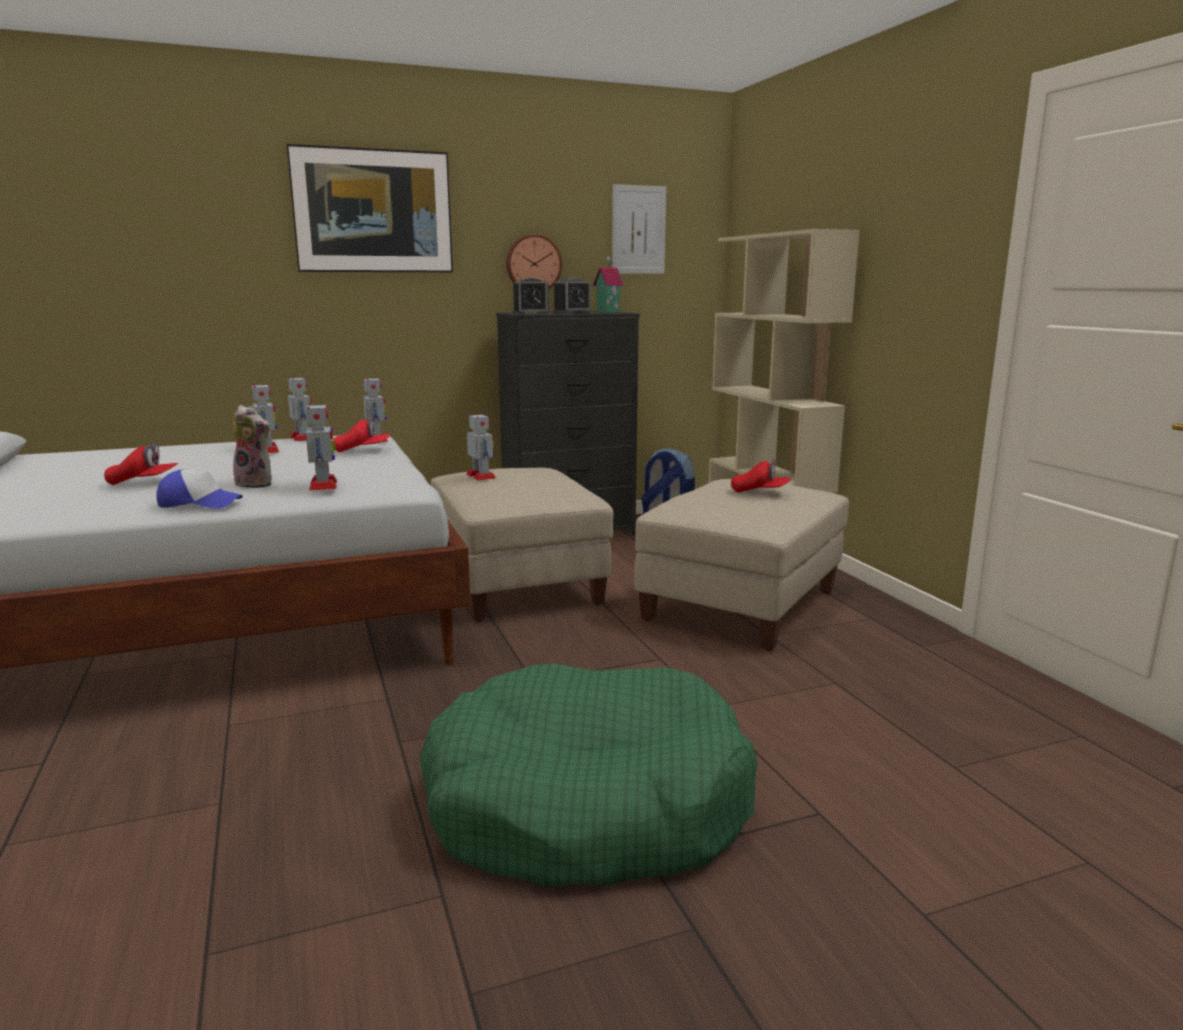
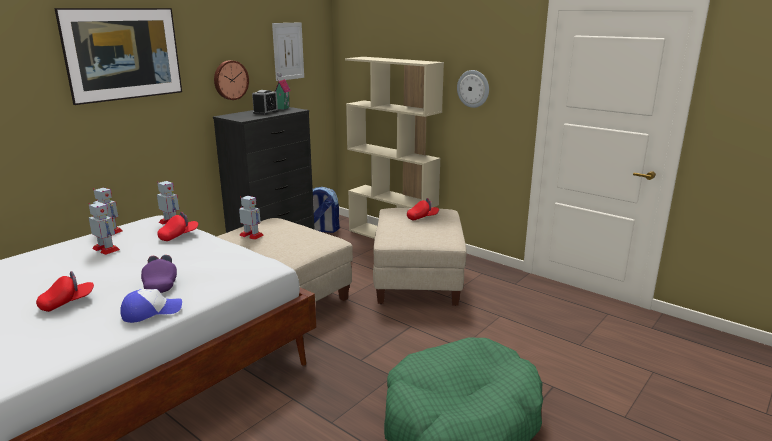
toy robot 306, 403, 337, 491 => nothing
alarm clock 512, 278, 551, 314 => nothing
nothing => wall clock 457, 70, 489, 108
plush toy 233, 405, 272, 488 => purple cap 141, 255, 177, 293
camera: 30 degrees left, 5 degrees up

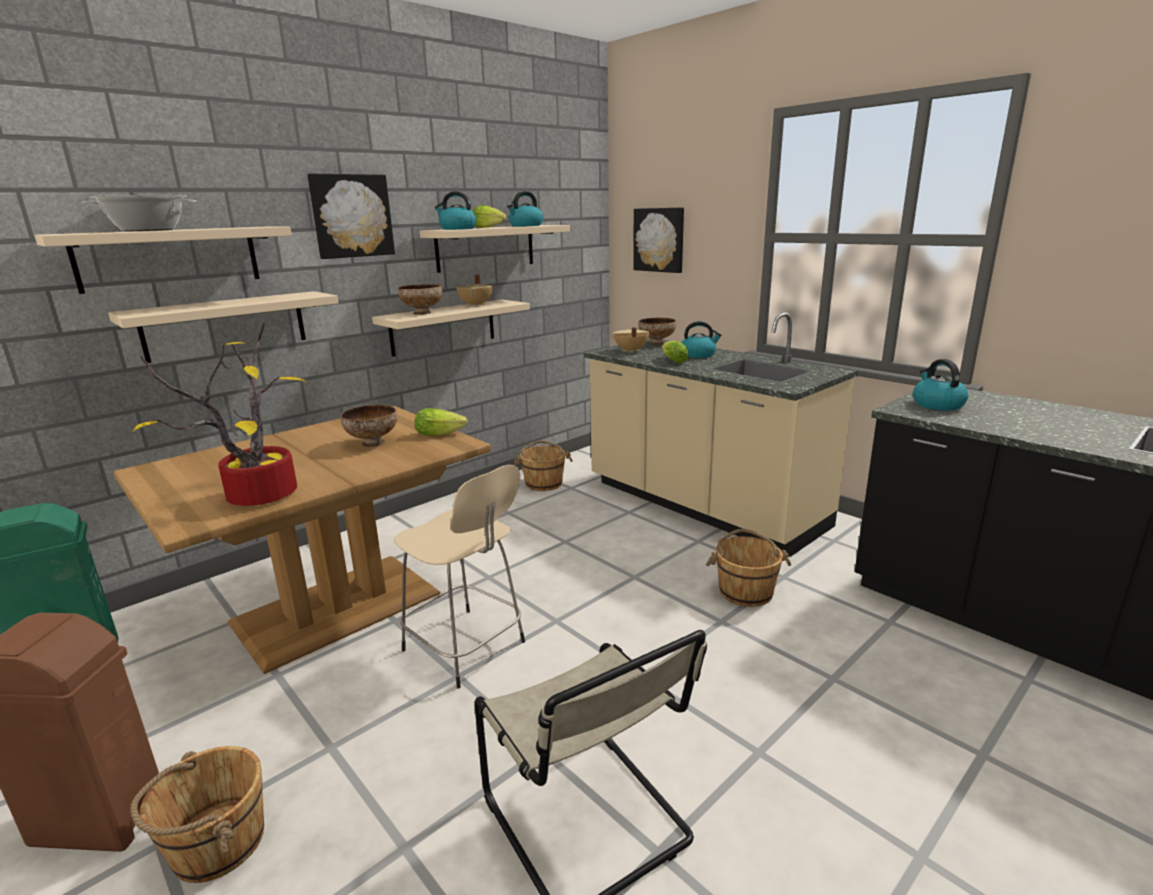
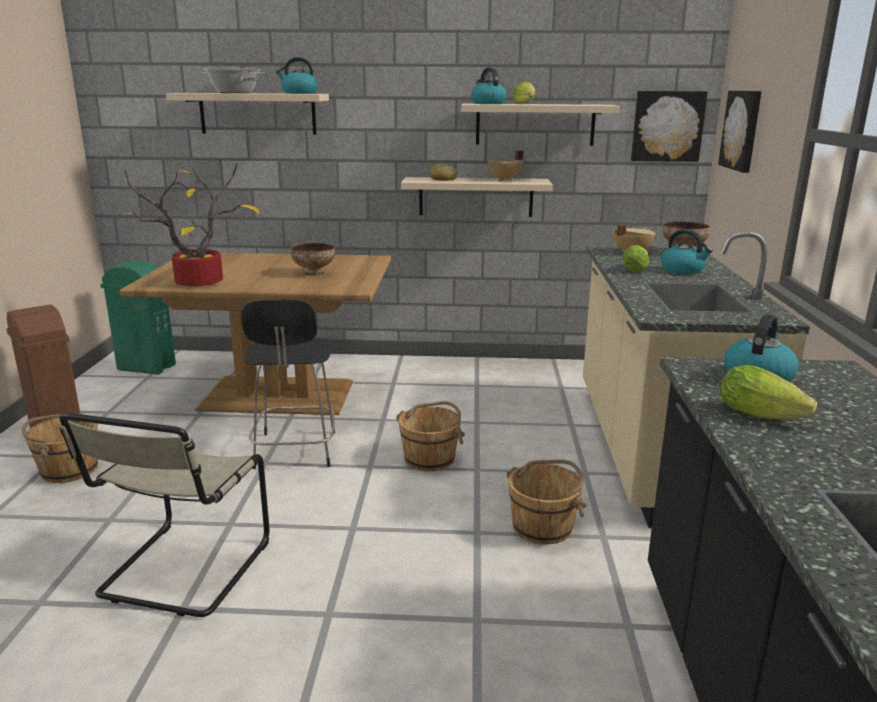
beige shelf 108, 291, 339, 363 => nothing
picture 307, 174, 395, 259 => picture 631, 91, 708, 162, relocated
lettuce 415, 408, 467, 436 => lettuce 720, 365, 817, 419, relocated
kettle 507, 191, 543, 227 => kettle 276, 57, 318, 94, relocated
brown bucket 514, 440, 573, 491 => brown bucket 396, 401, 465, 471, relocated
bowl 398, 284, 442, 315 => bread 430, 163, 457, 181
beige stool 394, 465, 525, 688 => black stool 241, 300, 335, 469
camera: 45 degrees right, 0 degrees up

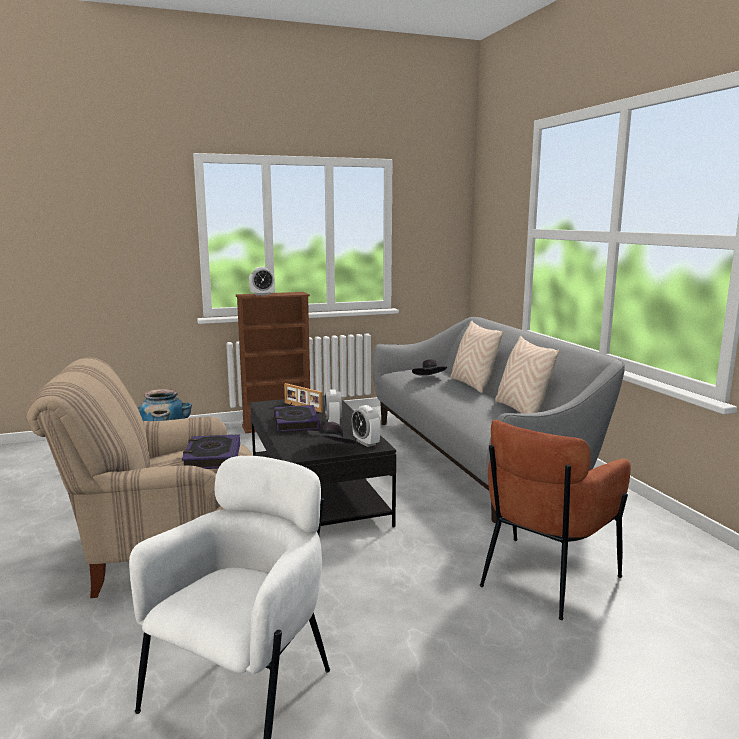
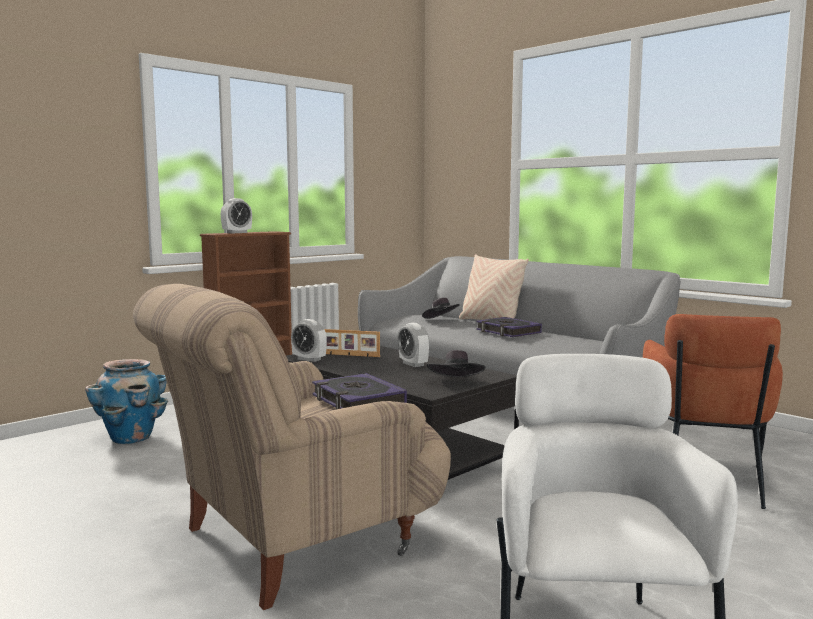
beige pillow 495, 336, 560, 413 => nothing
book 274, 405, 320, 432 => book 476, 317, 542, 337, relocated
alarm clock 352, 405, 381, 447 => alarm clock 291, 319, 327, 362, relocated
camera: 25 degrees left, 5 degrees down

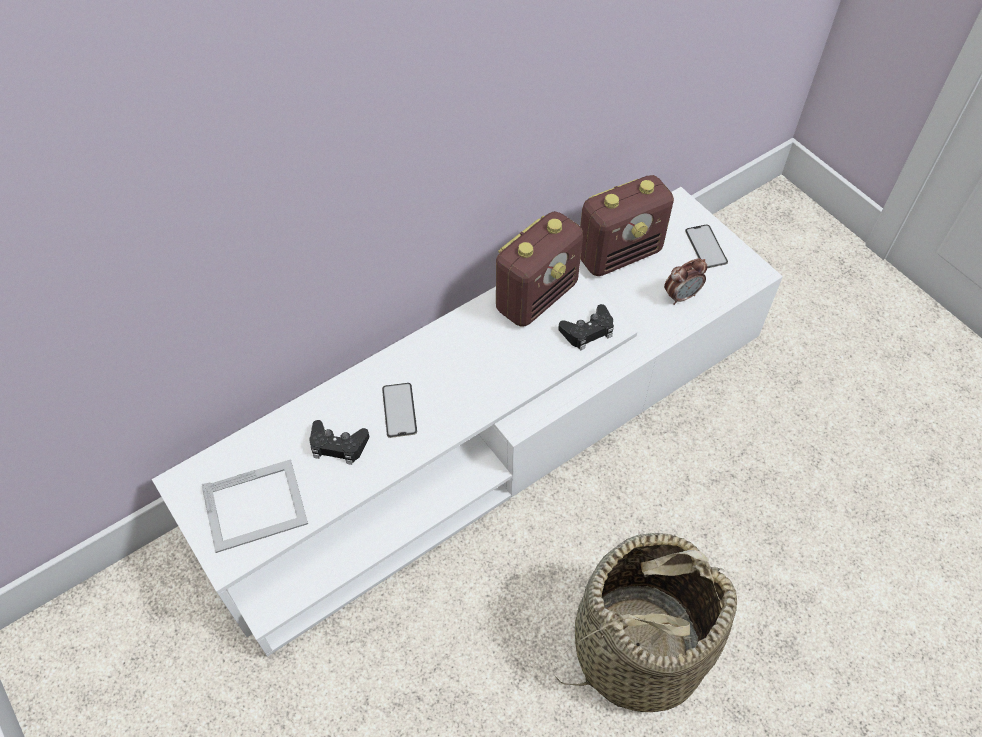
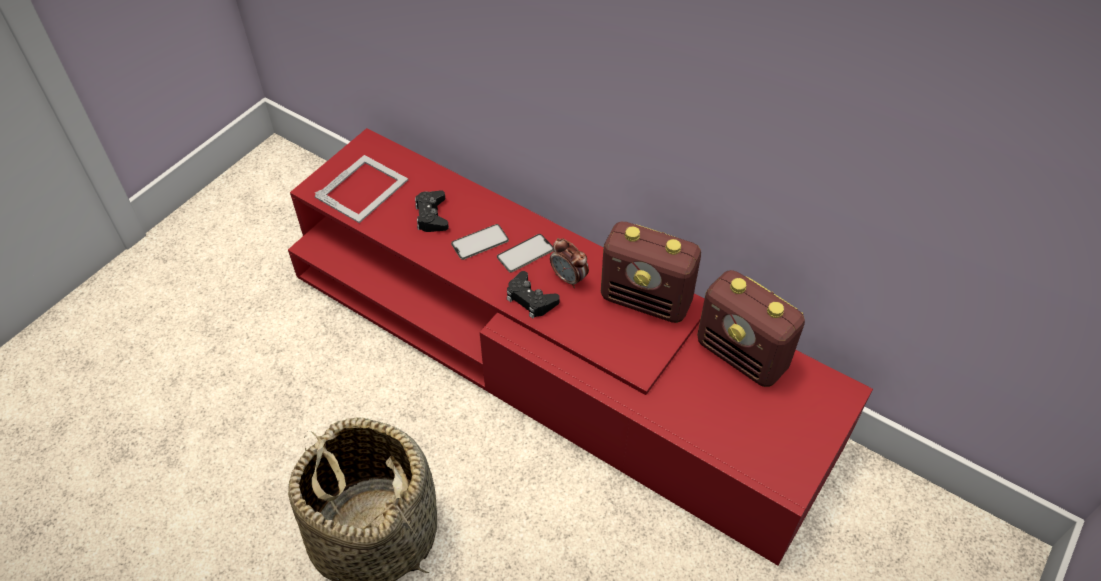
black game controller 558, 304, 614, 350 => black game controller 507, 271, 560, 319, relocated
alarm clock 664, 258, 708, 305 => alarm clock 550, 238, 589, 288, relocated
phone 685, 224, 728, 268 => phone 497, 234, 554, 273, relocated
white tv stand 152, 187, 783, 657 => red tv stand 288, 128, 873, 565
picture frame 202, 459, 308, 553 => picture frame 315, 155, 408, 223, 105 degrees counterclockwise
camera: 70 degrees right, 5 degrees down

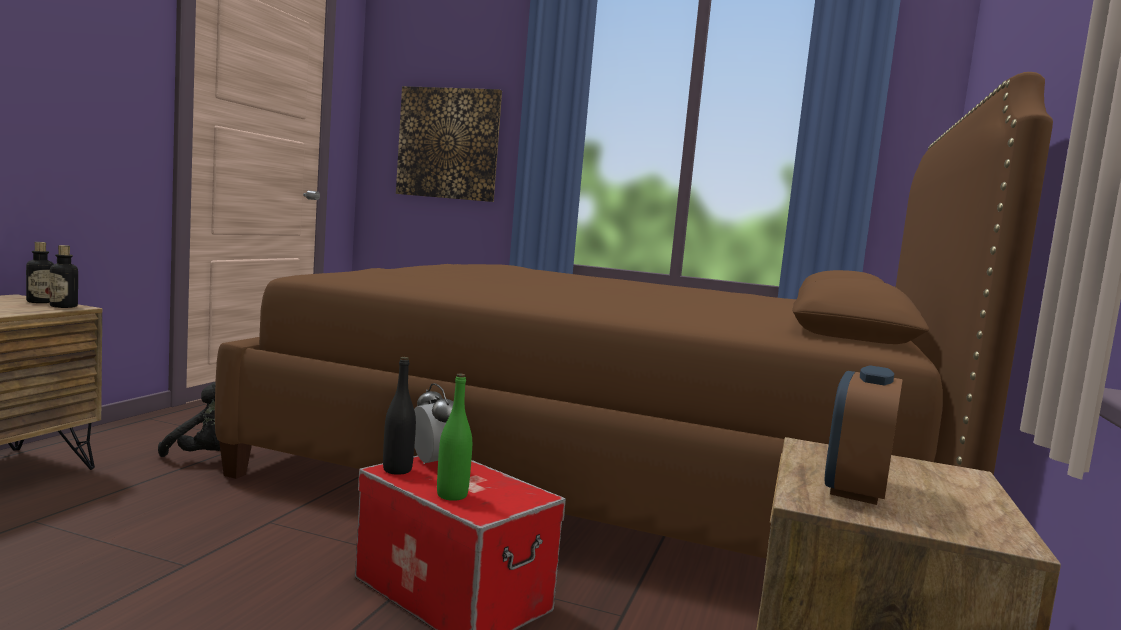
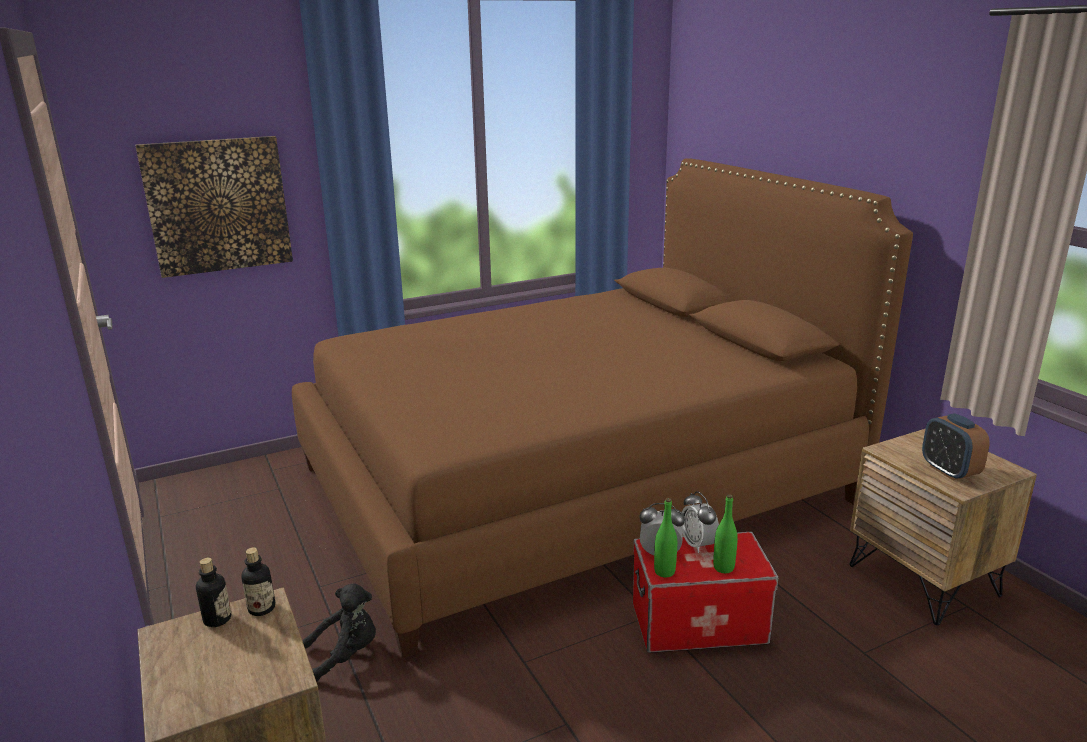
nothing => alarm clock 682, 491, 719, 553
black bottle 383, 357, 416, 475 => green bottle 654, 498, 677, 577
camera: 45 degrees left, 15 degrees up

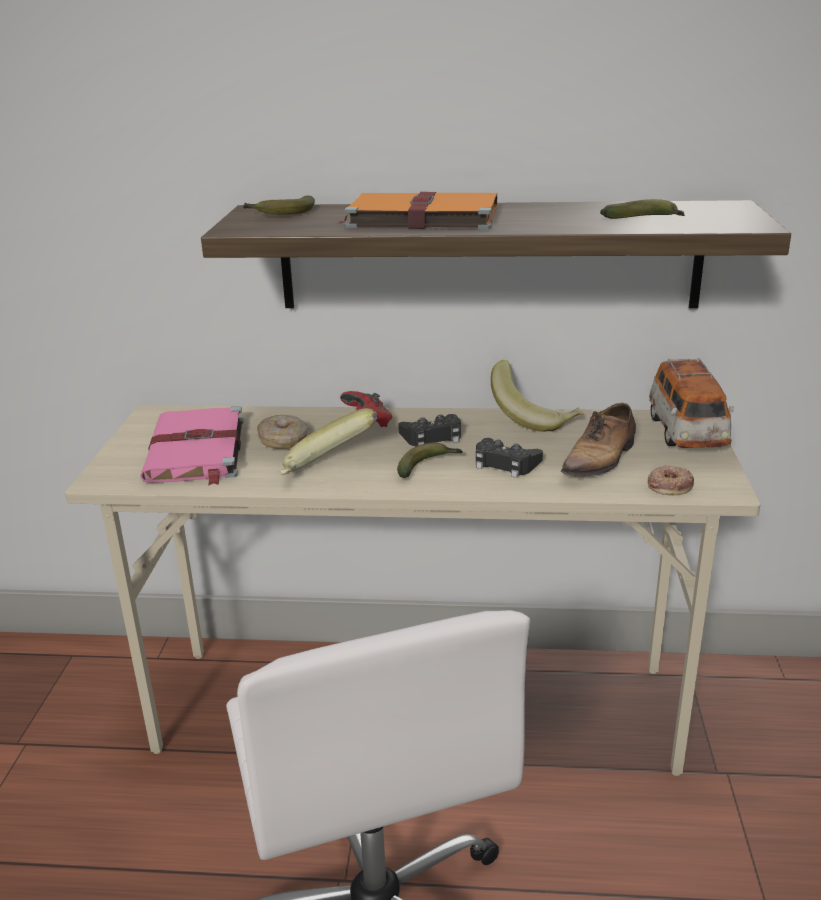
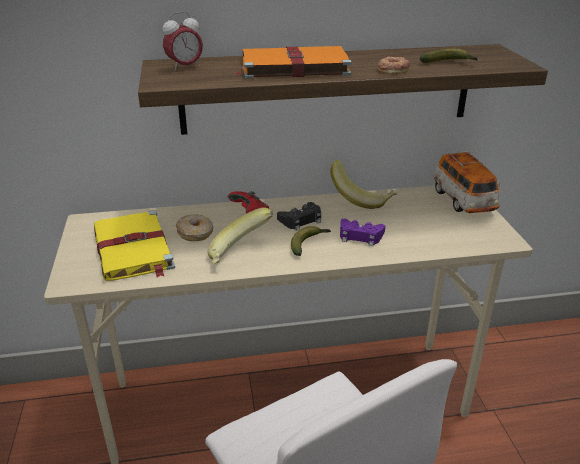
shoe 561, 403, 636, 477 => nothing
donut 648, 465, 694, 495 => donut 378, 56, 410, 74, relocated
banana 243, 196, 315, 214 => alarm clock 162, 12, 203, 71
pink book 140, 406, 244, 486 => yellow book 94, 210, 175, 281
black game controller 476, 438, 543, 478 => purple game controller 340, 219, 385, 246
camera: 15 degrees left, 5 degrees up

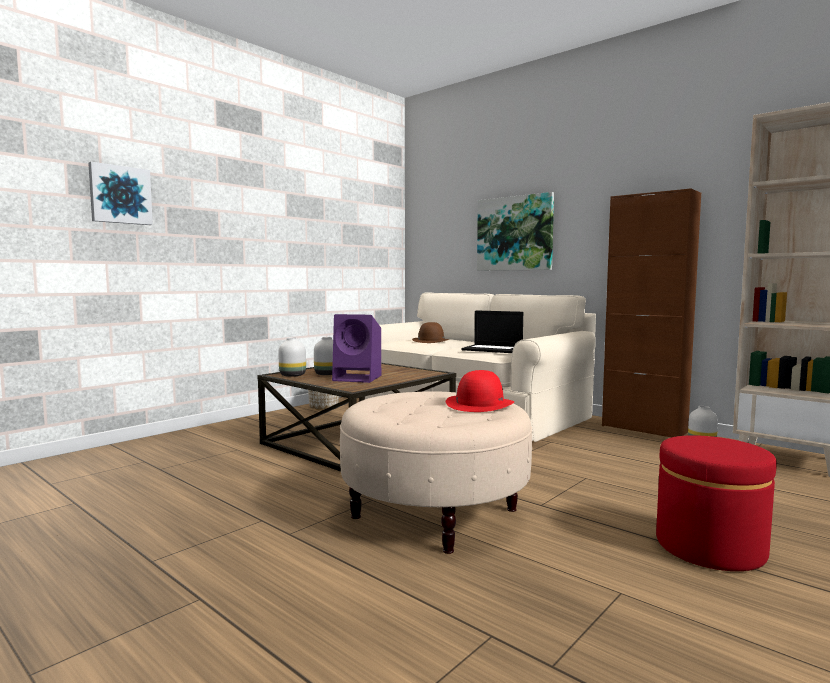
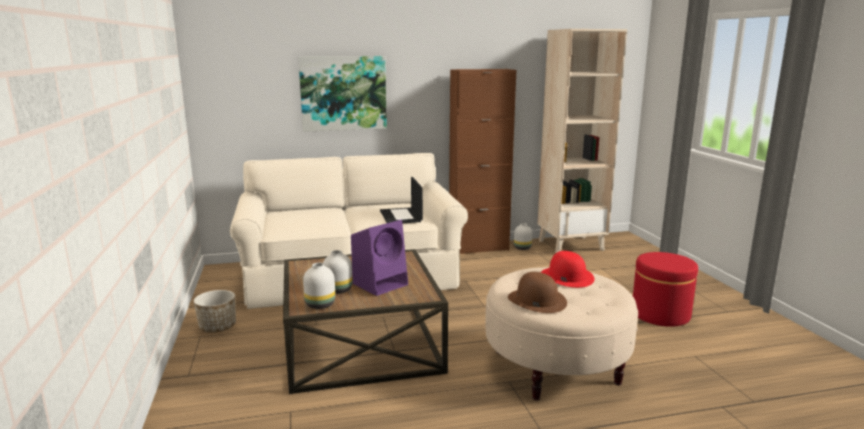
picture 88, 162, 153, 225 => nothing
brown hat 412, 322, 449, 343 => brown hat 508, 272, 567, 313, relocated
laptop 461, 310, 523, 353 => laptop 380, 177, 423, 223, 105 degrees clockwise
camera: 55 degrees left, 10 degrees up

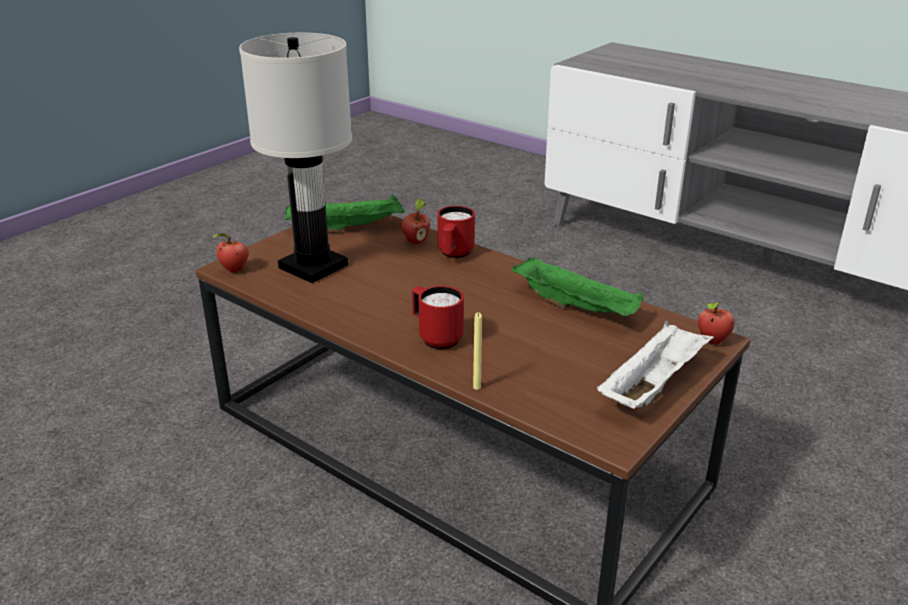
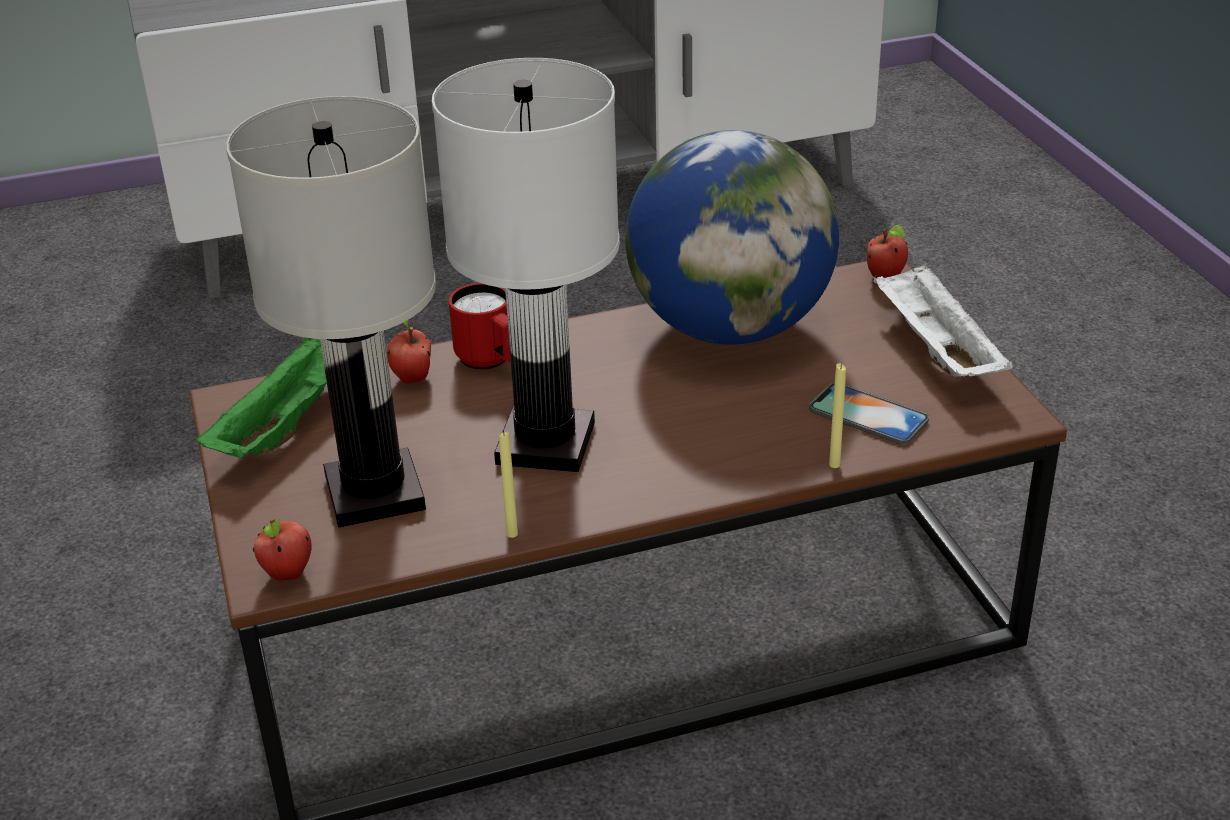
red mug 412, 286, 464, 349 => nothing
nothing => white table lamp 432, 58, 620, 472
nothing => yellow candle 499, 431, 518, 538
nothing => phone 809, 383, 929, 444
green tray 512, 257, 643, 316 => globe 625, 130, 839, 345
camera: 55 degrees left, 5 degrees up

